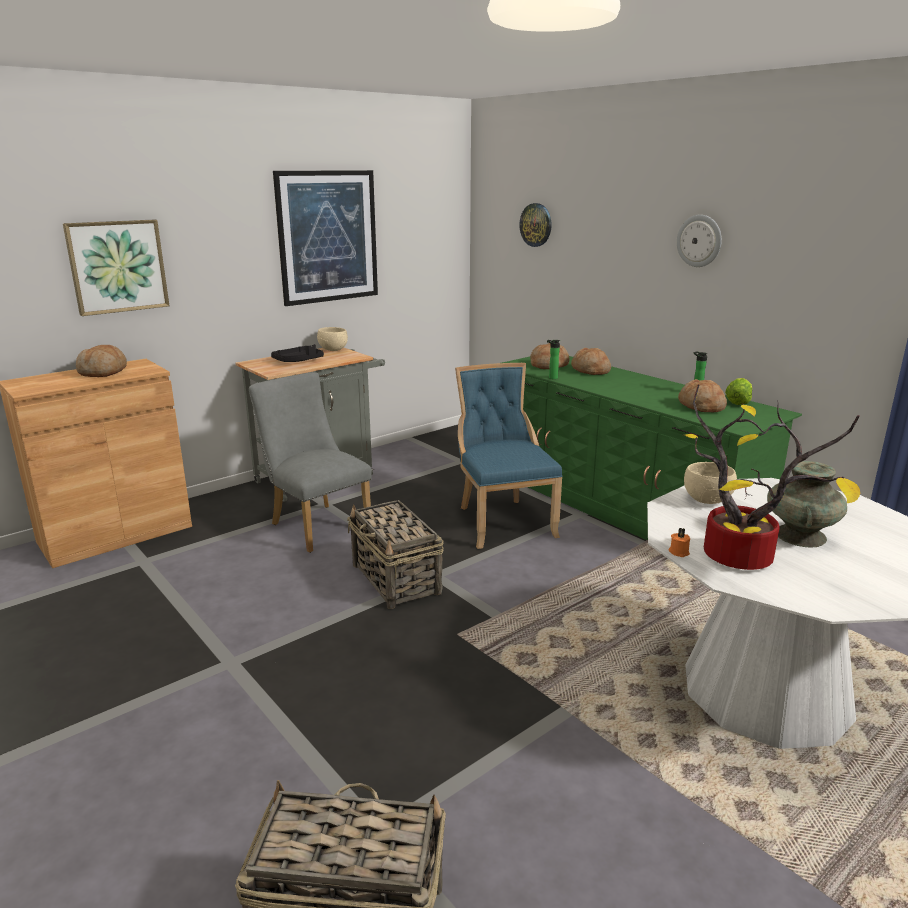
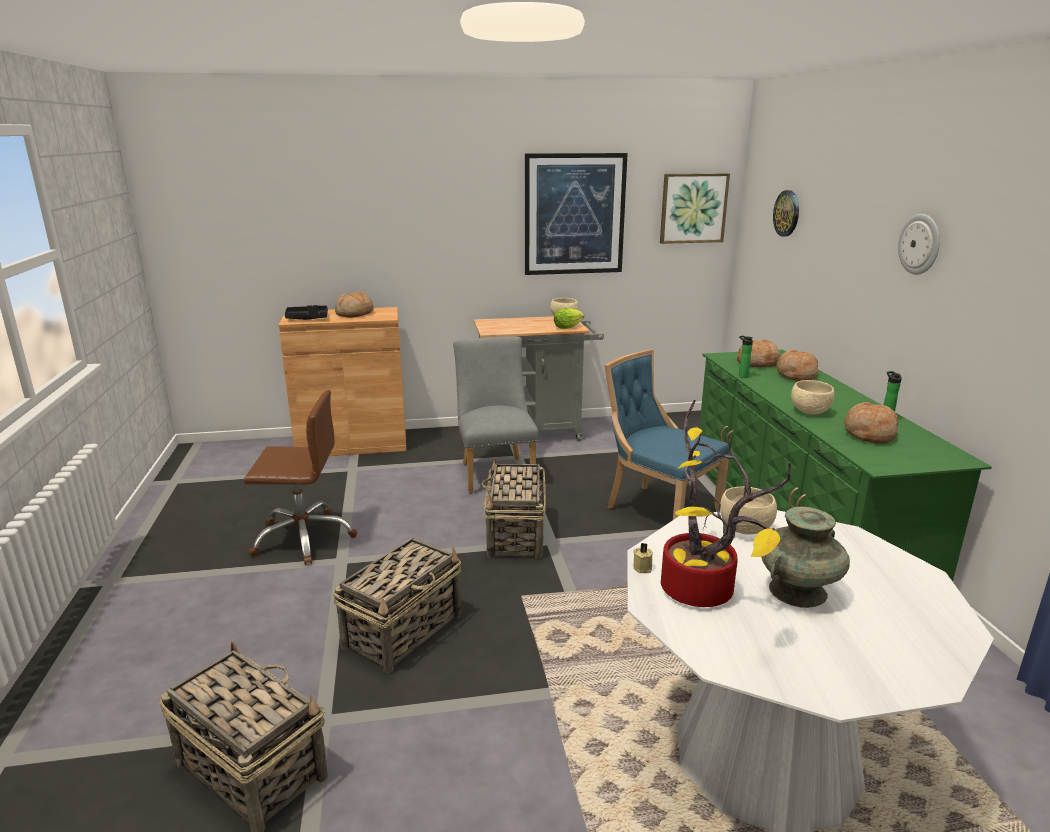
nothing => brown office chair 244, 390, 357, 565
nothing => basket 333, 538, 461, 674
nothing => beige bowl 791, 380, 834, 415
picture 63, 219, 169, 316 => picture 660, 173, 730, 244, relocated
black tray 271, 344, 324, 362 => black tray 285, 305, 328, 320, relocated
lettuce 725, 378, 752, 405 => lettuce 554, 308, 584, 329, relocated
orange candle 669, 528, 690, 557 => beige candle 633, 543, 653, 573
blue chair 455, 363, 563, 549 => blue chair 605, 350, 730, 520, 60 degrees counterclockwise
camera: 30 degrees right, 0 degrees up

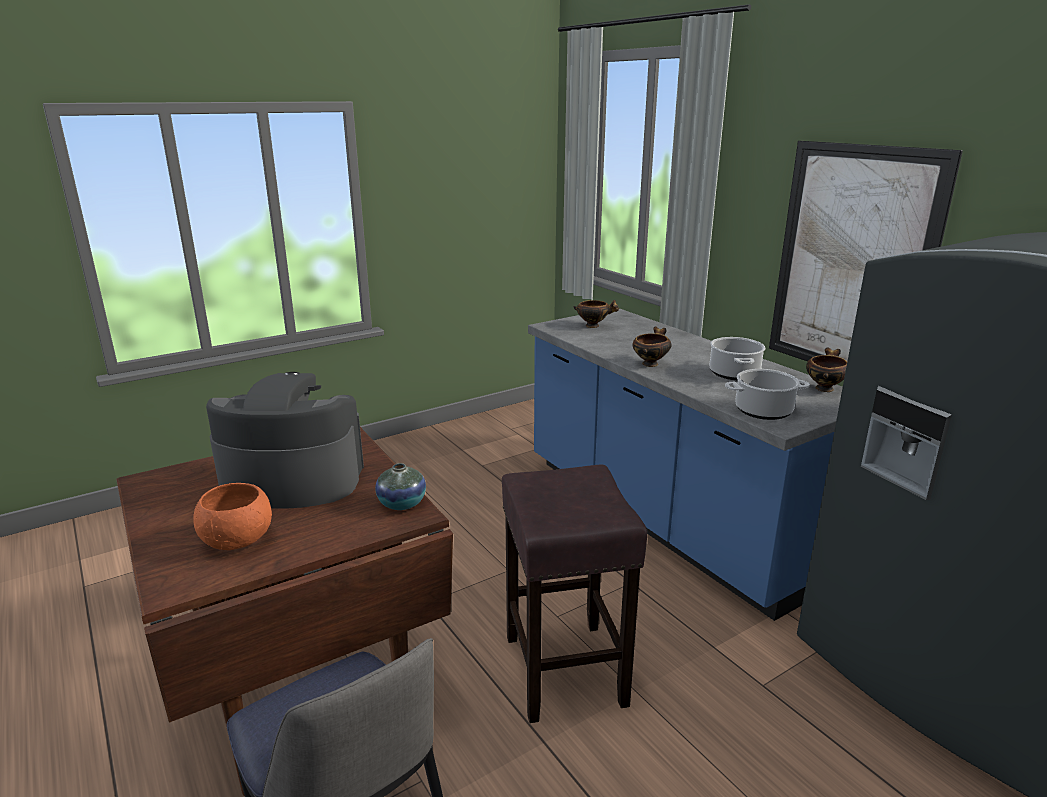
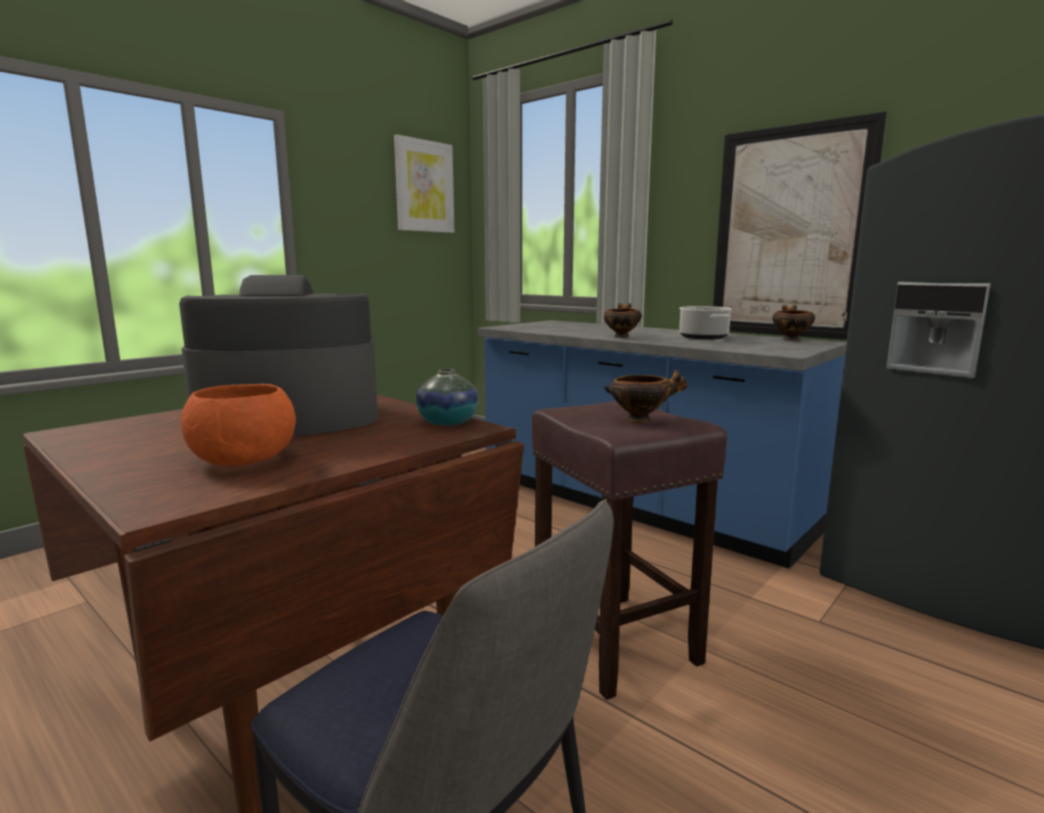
cooking pot 725, 369, 810, 420 => nothing
nothing => picture 394, 134, 454, 233
bowl 574, 299, 619, 328 => bowl 604, 369, 688, 423, relocated
camera: 15 degrees left, 10 degrees down

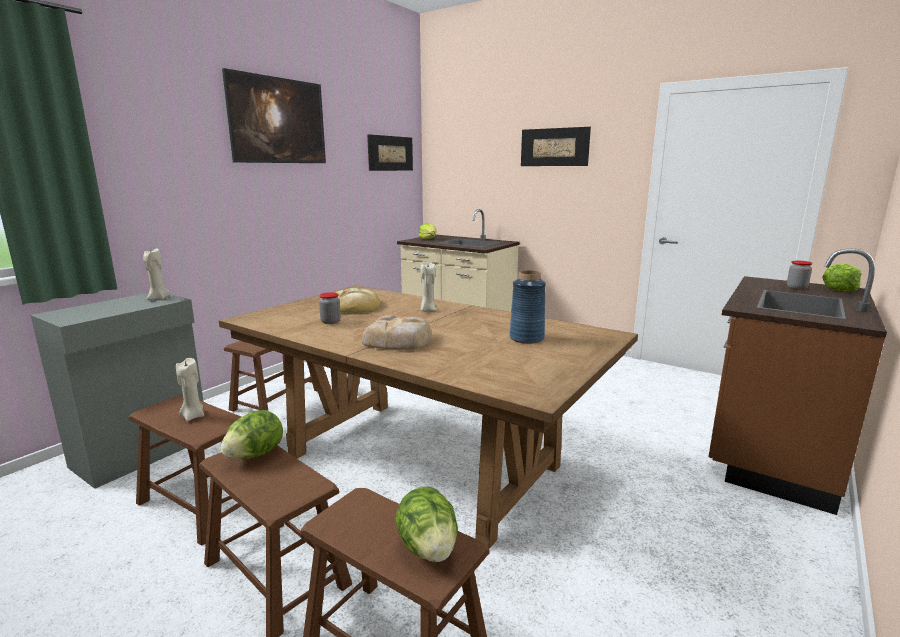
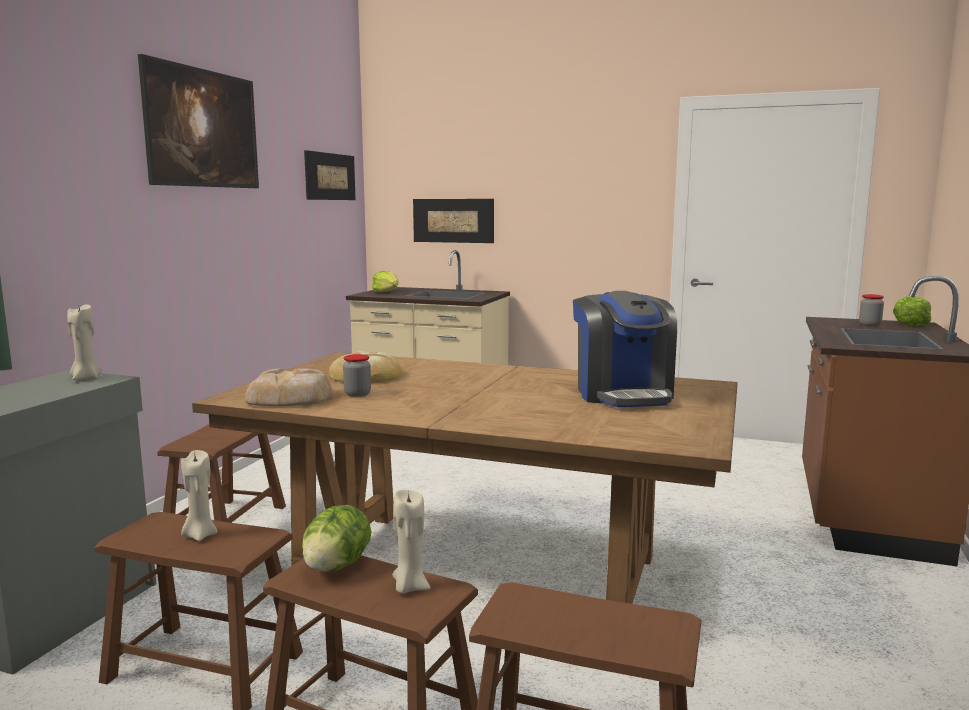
lettuce 395, 486, 458, 562 => nothing
bread 361, 315, 432, 350 => bread 245, 368, 333, 406, relocated
beige candle 420, 262, 437, 312 => beige candle 393, 489, 431, 594, relocated
picture 521, 127, 591, 166 => picture 413, 199, 494, 243, relocated
blue vase 509, 270, 546, 344 => coffee machine 573, 291, 677, 407
camera: 15 degrees left, 5 degrees down

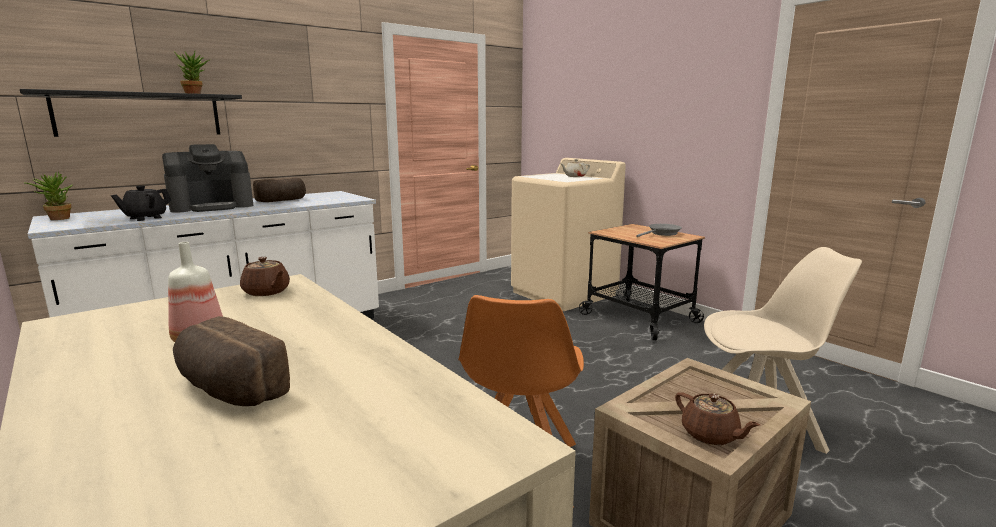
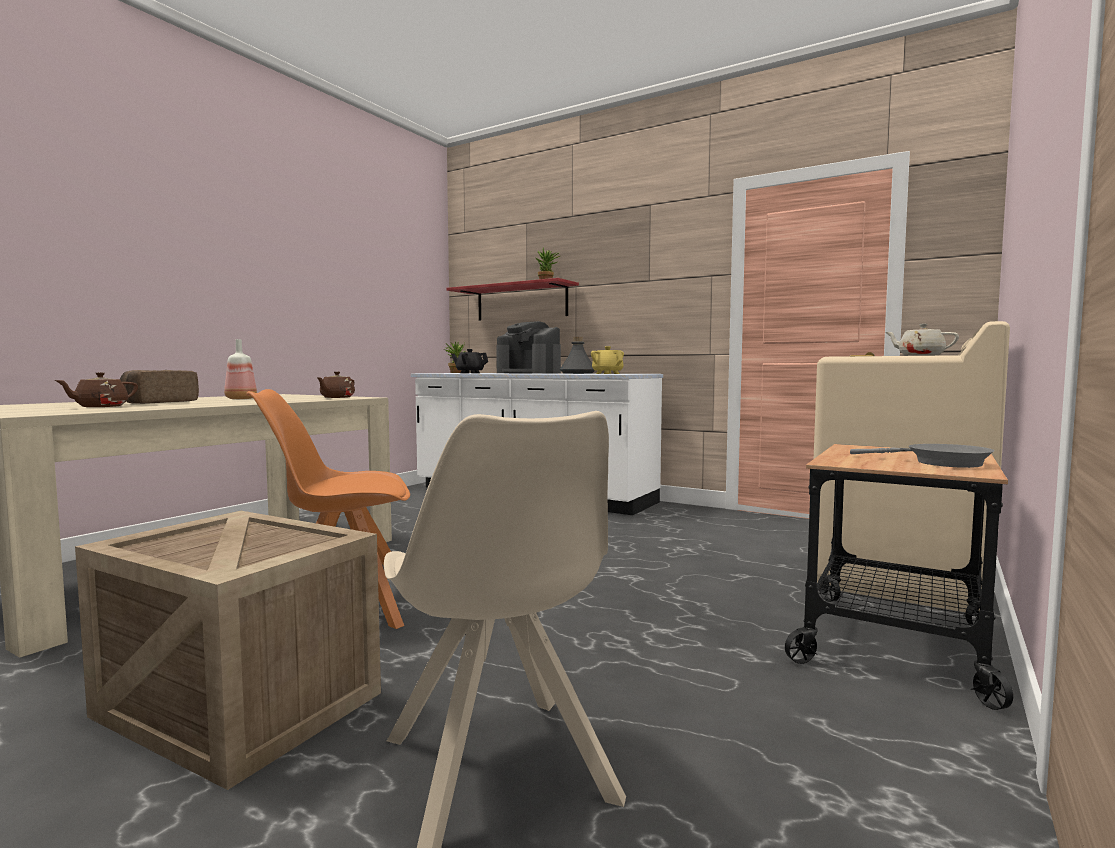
nothing => yellow teapot 591, 346, 624, 374
brown teapot 675, 392, 761, 445 => brown teapot 54, 372, 138, 407, relocated
bread 253, 177, 306, 202 => grey bottle 560, 337, 595, 374
black shelf 20, 89, 242, 137 => red shelf 446, 278, 579, 321
camera: 70 degrees right, 10 degrees down

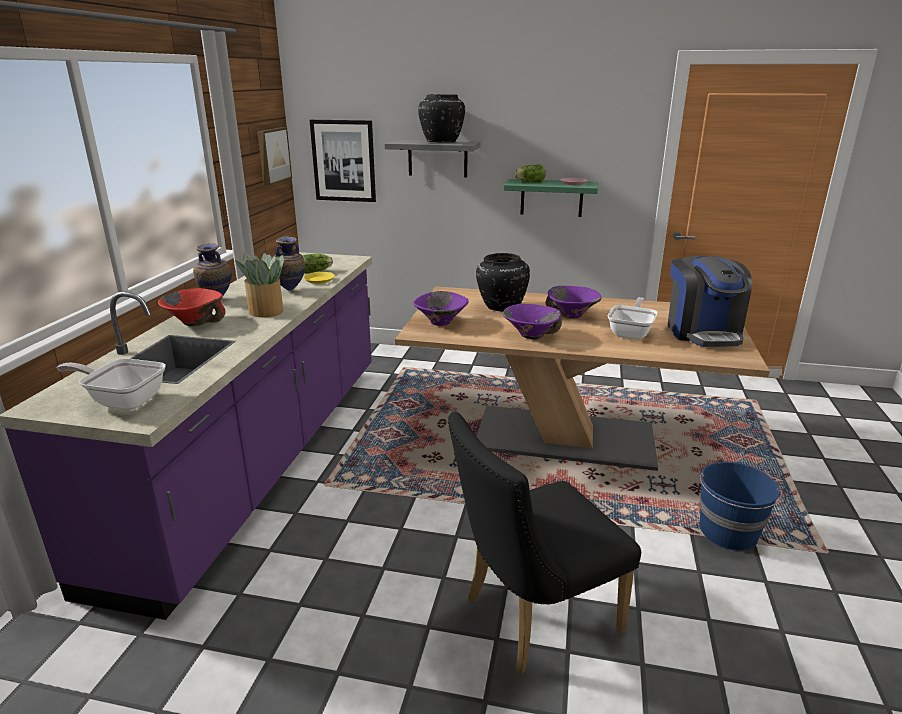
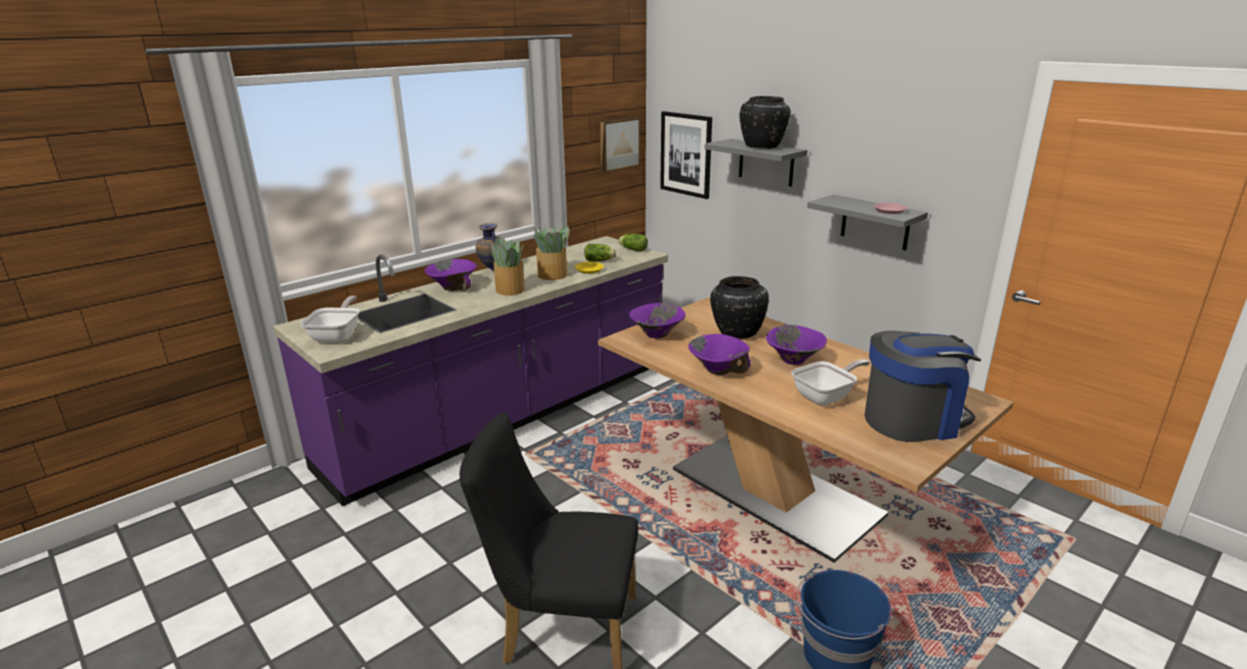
lettuce 514, 165, 546, 182 => lettuce 618, 234, 648, 252, relocated
vase 272, 236, 305, 291 => potted plant 534, 227, 569, 280
red bowl 158, 288, 226, 326 => purple bowl 425, 259, 477, 291
green shelf 504, 179, 598, 217 => grey shelf 807, 195, 928, 251
frying pan 57, 358, 166, 410 => frying pan 301, 296, 360, 343, 45 degrees clockwise
coffee machine 668, 256, 752, 347 => coffee machine 865, 331, 981, 442, 135 degrees counterclockwise
camera: 35 degrees right, 0 degrees up

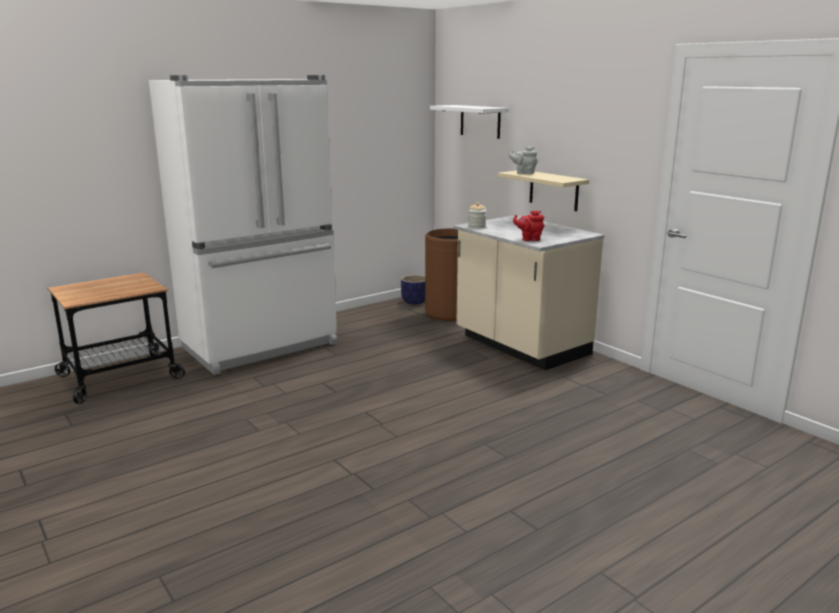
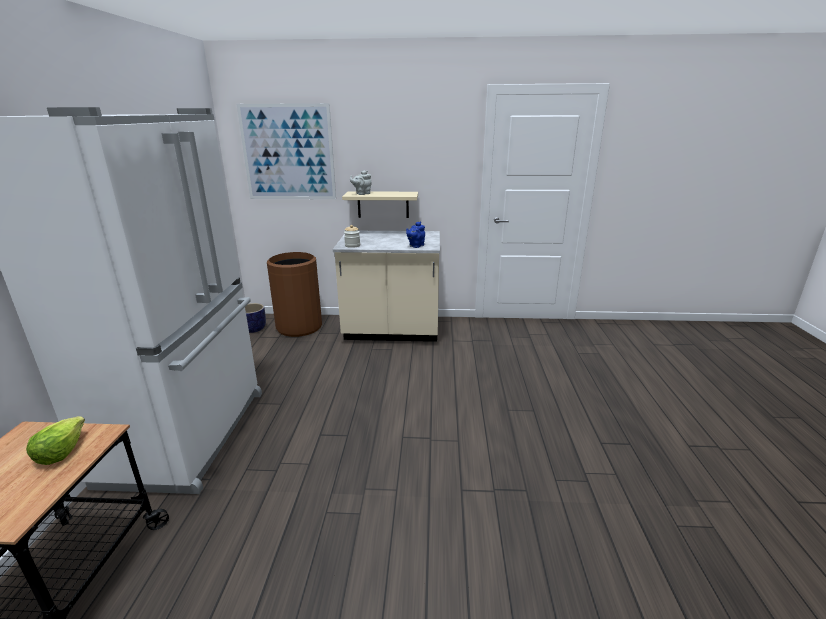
nothing => lettuce 26, 416, 85, 465
white shelf 430, 105, 509, 139 => picture 237, 103, 336, 199
red teapot 513, 210, 544, 241 => blue teapot 406, 221, 425, 248
camera: 50 degrees left, 5 degrees up

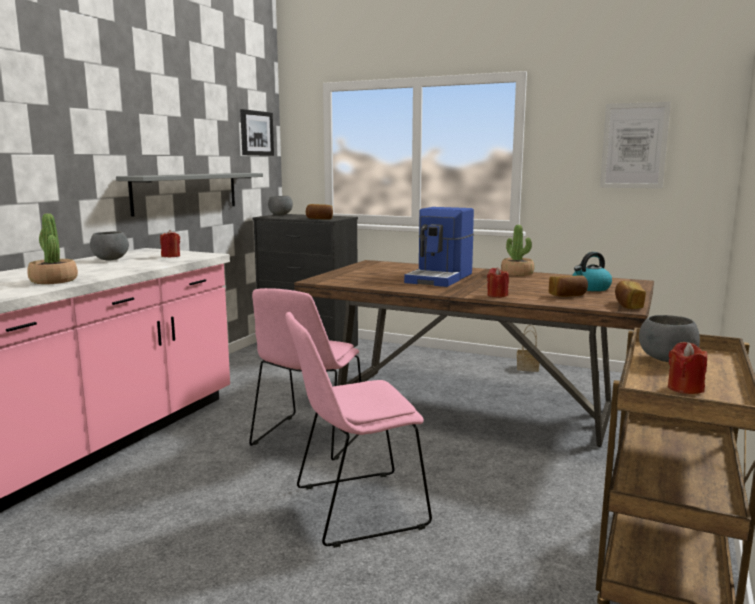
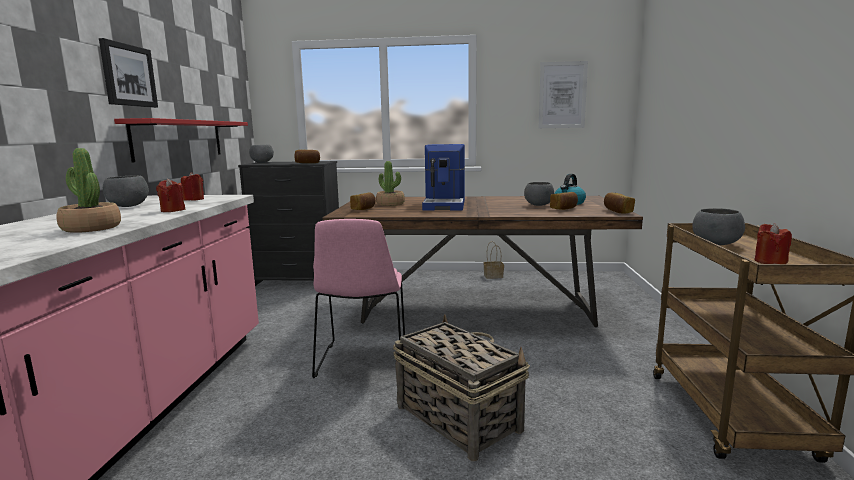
nothing => bread 350, 192, 375, 210
nothing => grey bowl 524, 182, 554, 206
picture 240, 109, 274, 156 => picture 99, 38, 158, 108, relocated
red candle 487, 267, 509, 298 => red candle 156, 178, 185, 212, relocated
potted plant 501, 225, 534, 276 => potted plant 376, 161, 405, 206, relocated
pink chair 285, 312, 432, 548 => basket 393, 314, 530, 461
grey shelf 116, 173, 263, 217 => red shelf 114, 118, 248, 162
camera: 20 degrees left, 0 degrees up

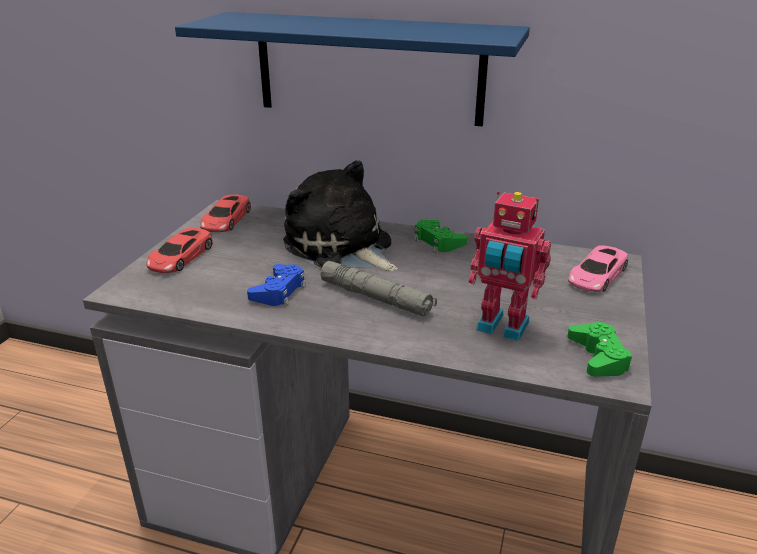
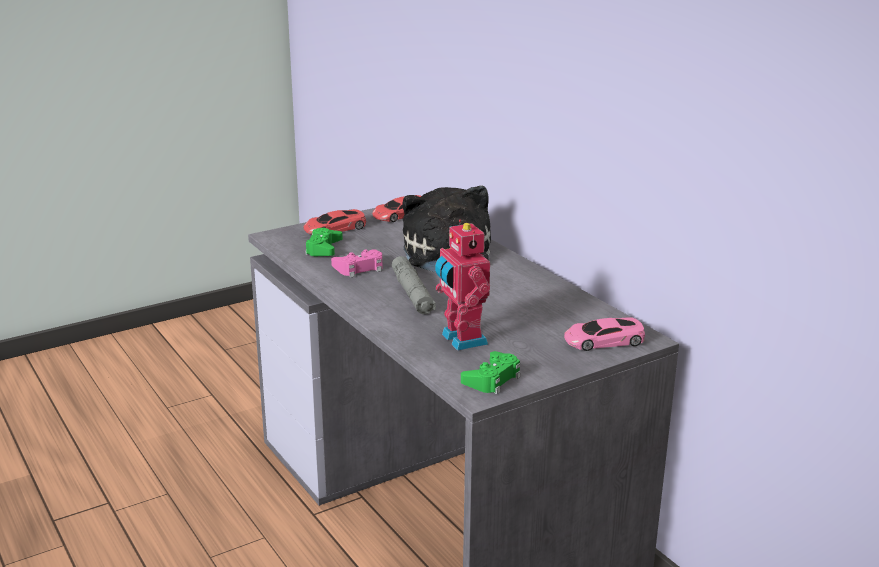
blue shelf 175, 12, 530, 126 => nothing
green game controller 414, 219, 467, 253 => green game controller 305, 228, 343, 256, relocated
blue game controller 247, 264, 306, 306 => pink game controller 331, 249, 382, 278
camera: 40 degrees right, 5 degrees down

